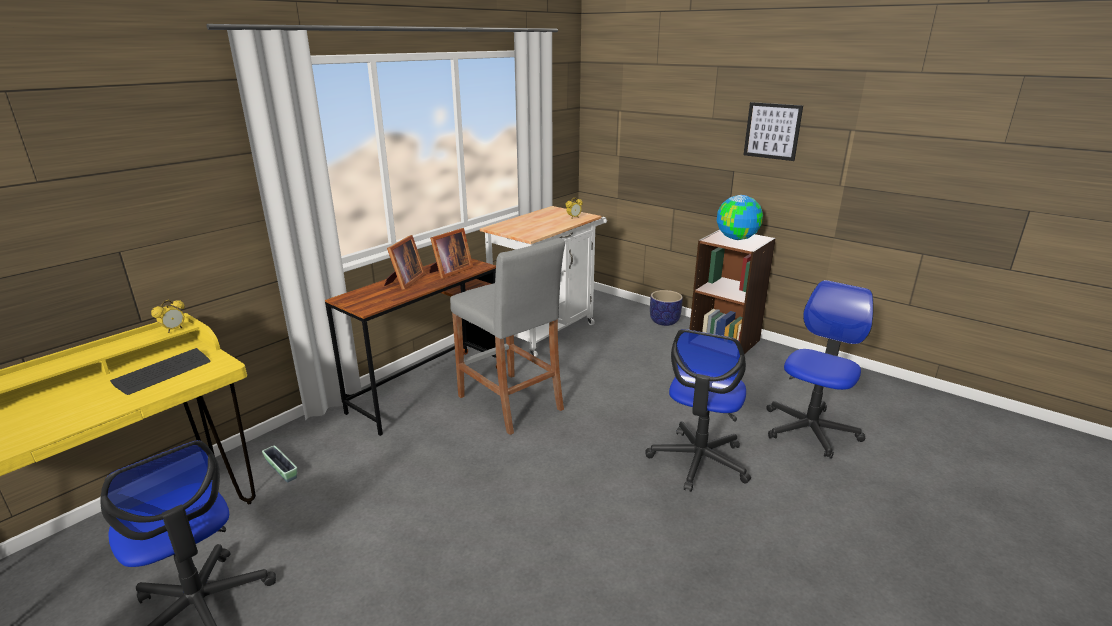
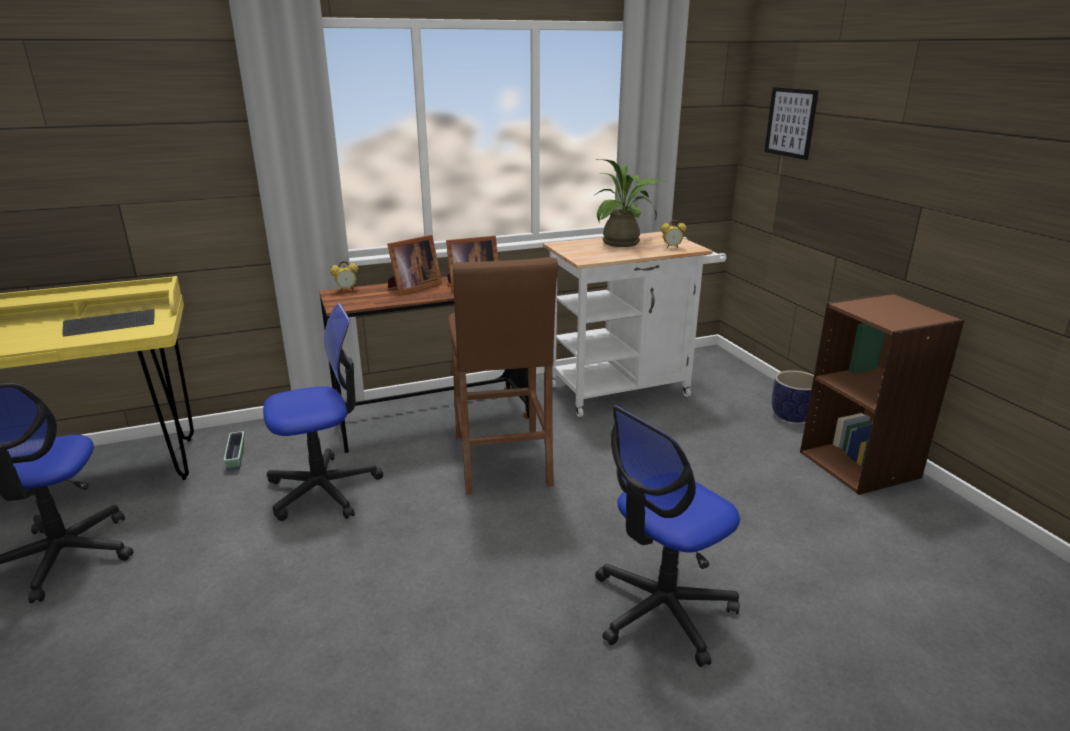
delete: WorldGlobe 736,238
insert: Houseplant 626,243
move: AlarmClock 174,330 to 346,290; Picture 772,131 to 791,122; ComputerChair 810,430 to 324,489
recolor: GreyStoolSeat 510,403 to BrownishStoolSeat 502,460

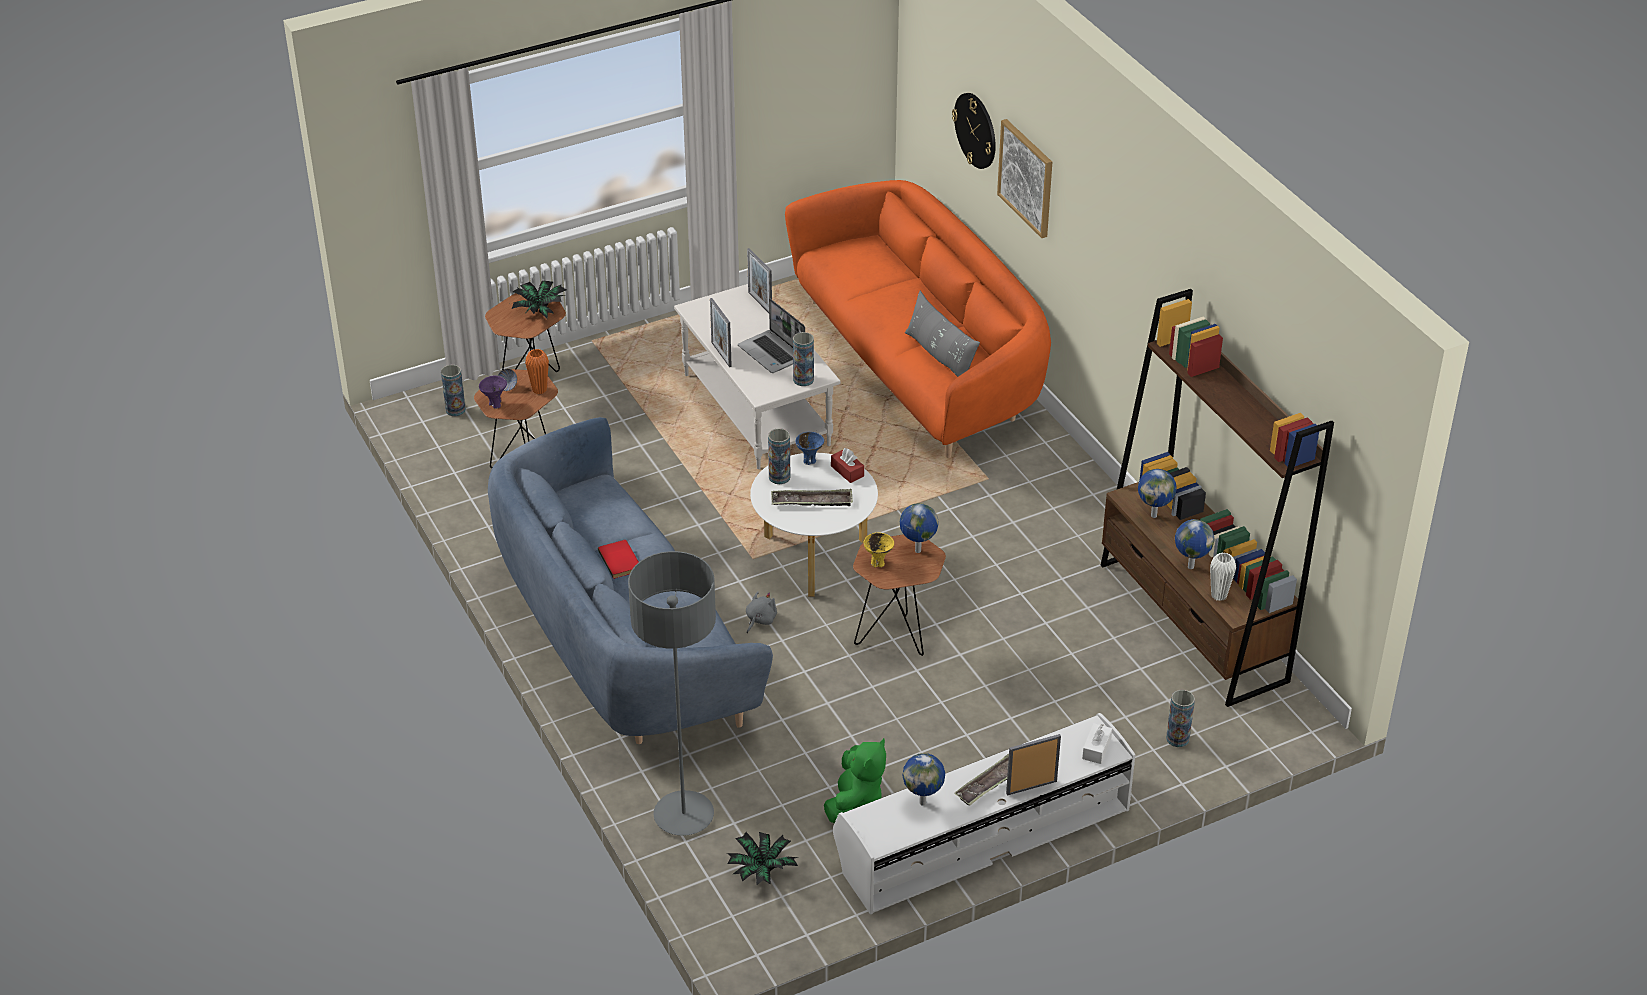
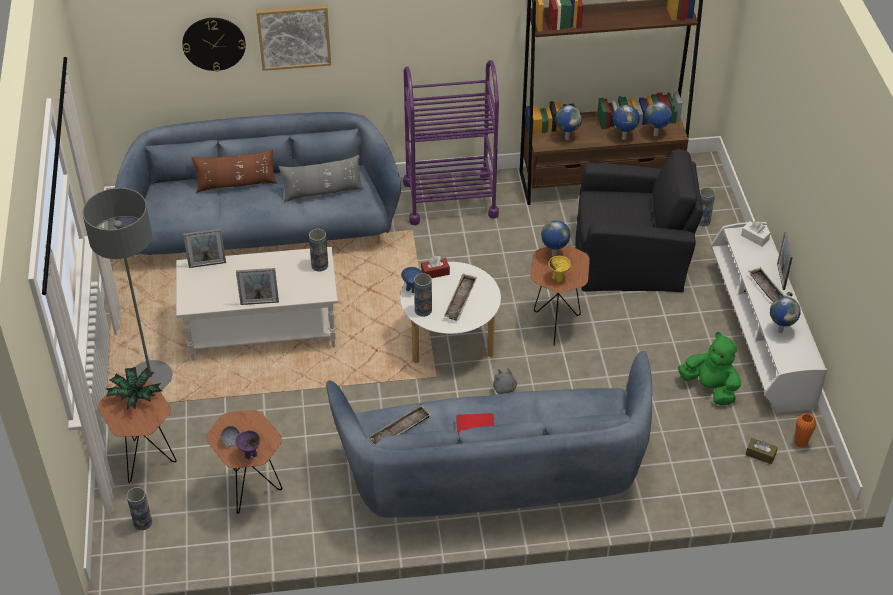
delete: NotebookComputer 772,353
insert: BrownishThrowPillow 236,184; CarryingTray 399,429; PurplishTrolley 450,199; BlackColouredArmchair 631,255
move: OrangeyFlowerVase 539,390 to 800,443; GreyStandardLamp 683,815 to 151,378
replace: Houseplant 761,870 to BrownishTissueHolder 760,454; WhiteFlowerVase 1219,595 to WorldGlobe 656,135
recolor: OrangeyCouch 919,364 to BlueCouch 263,228

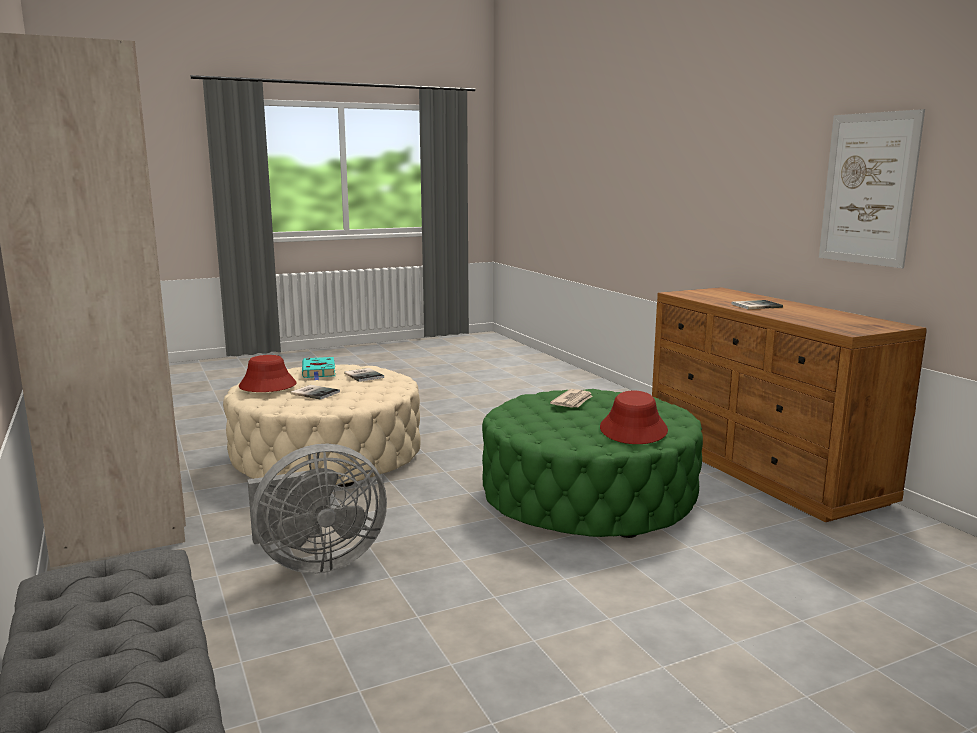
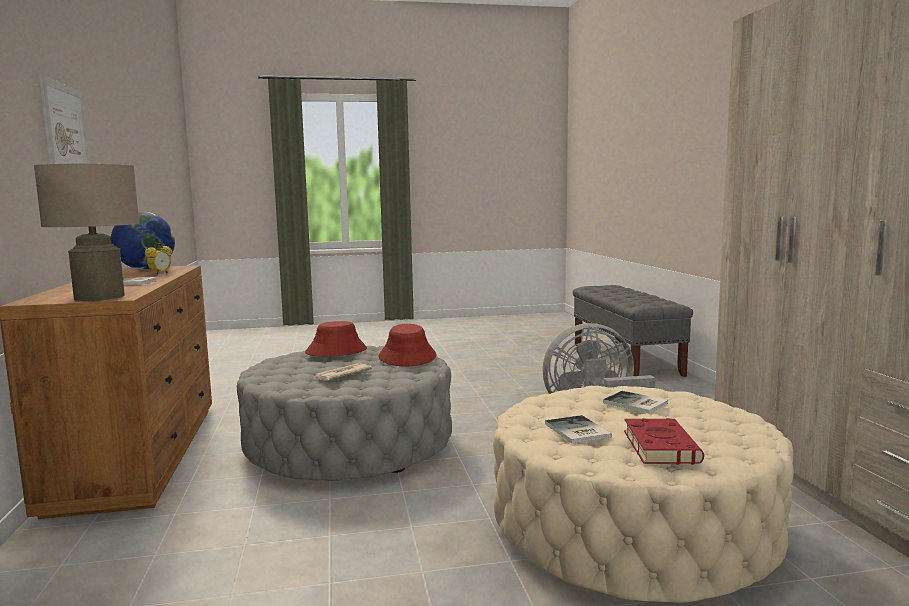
insert: SandColouredTableLamp 99,297; WorldGlobe 146,269; AlarmClock 160,273
move: ReddishClothingHat 267,386 to 407,357
recolor: BlueGreenBook 319,371 to ReddishBook 659,446; GreenOttoman 588,495 to GreyOttoman 349,444

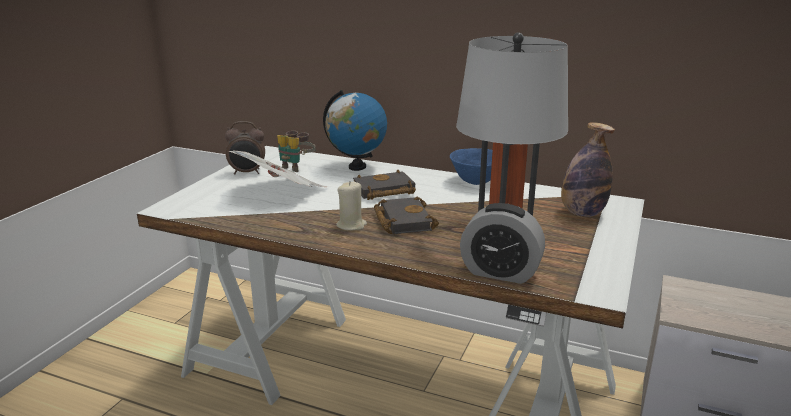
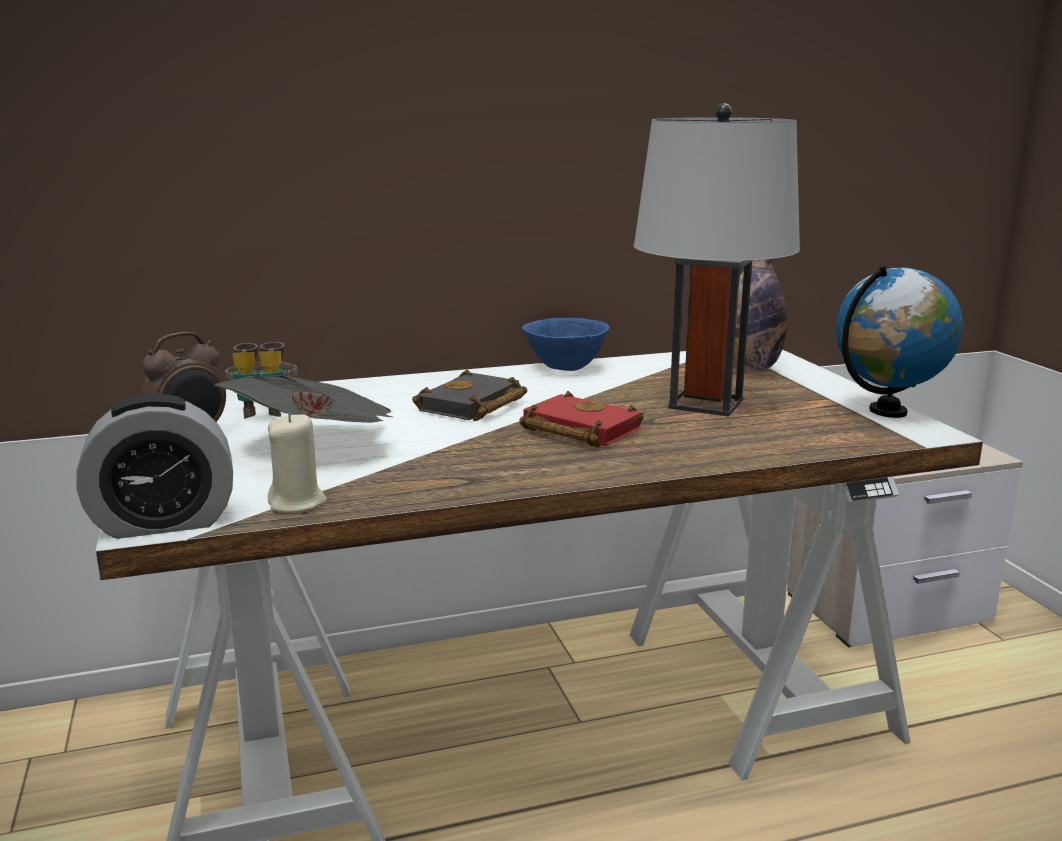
move: WorldGlobe 357,167 to 888,412; SandColouredCandle 351,225 to 297,503; AlarmClock 500,272 to 163,522
recolor: BlackColouredBook 402,220 to ReddishBook 576,430

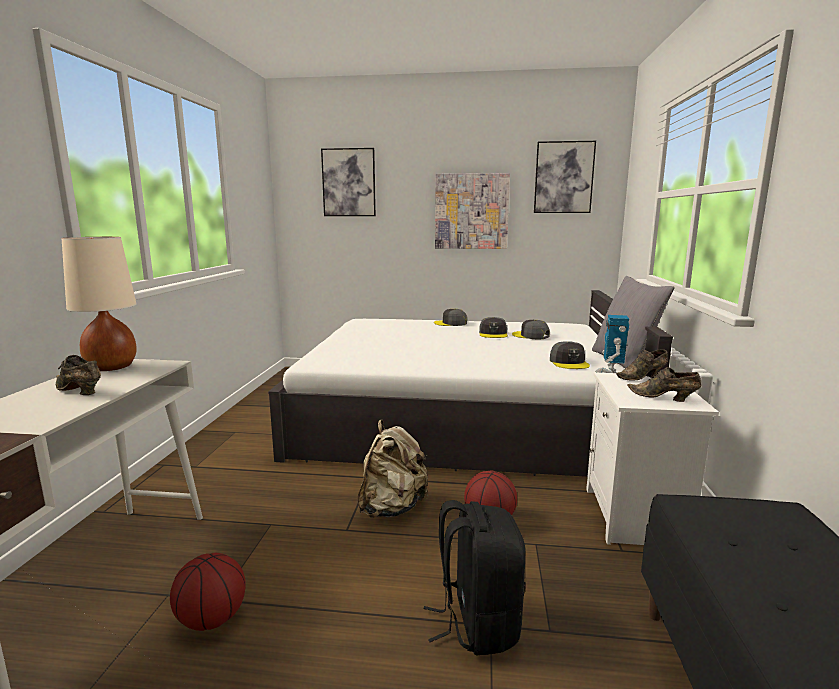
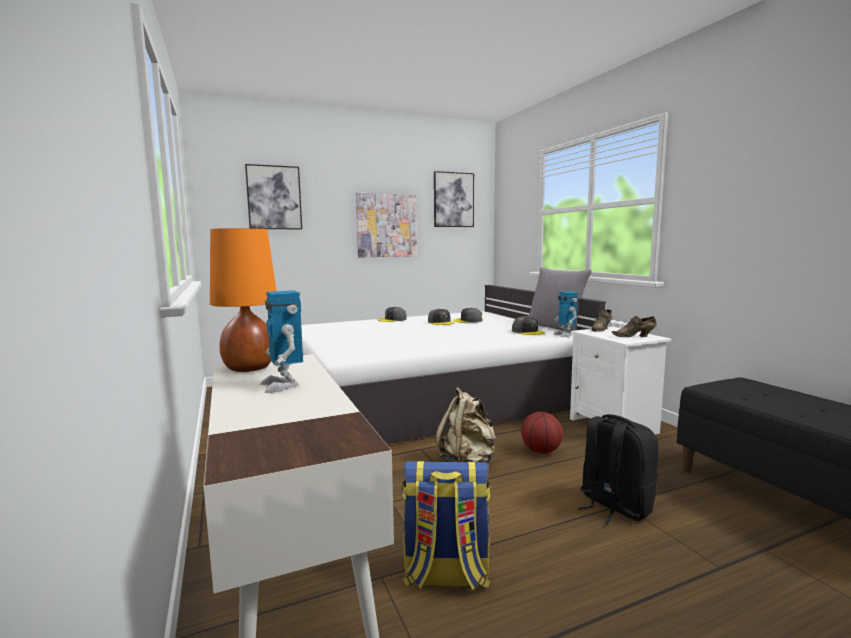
replace: BrownishItemOfFootwear 79,391 to ModelRobot 283,385; Basketball 211,619 to Knapsack 445,575
recolor: SandColouredTableLamp 111,367 to OrangeyTableLamp 248,368

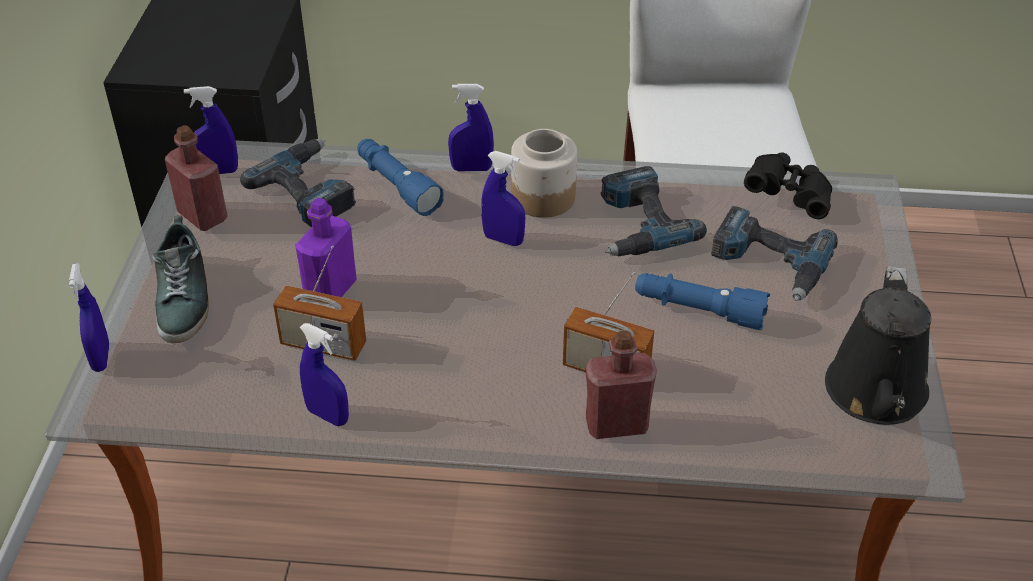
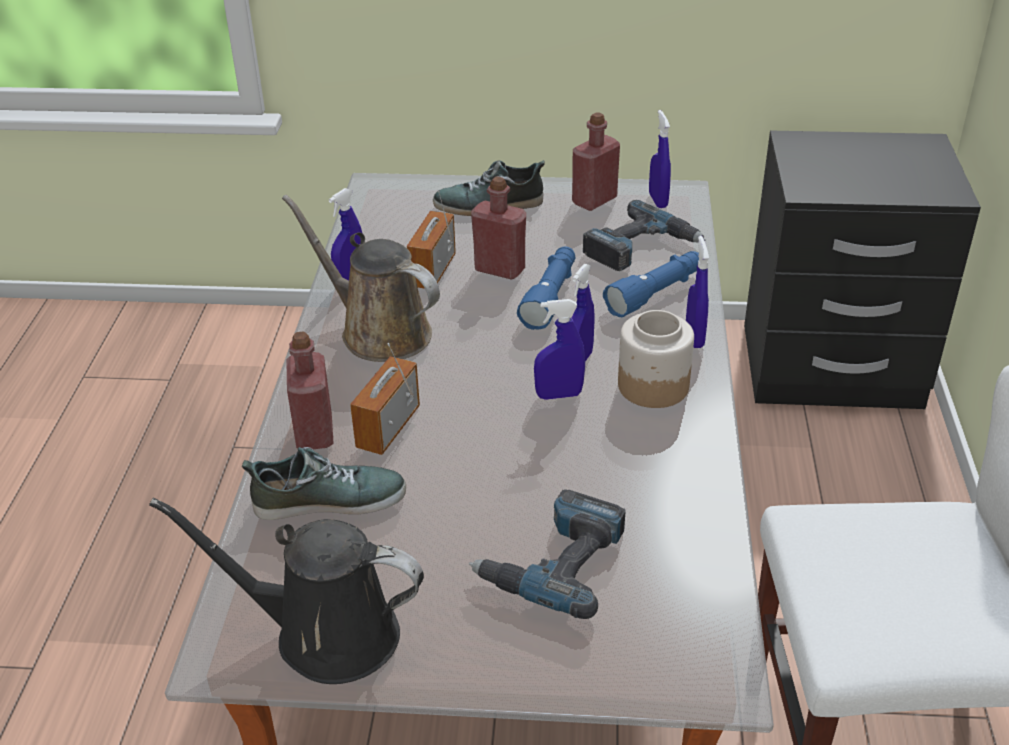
delete: ElectricDrill 637,224; BlackColouredFieldGlasses 789,196
insert: ItemOfFootwear 329,499; BrownishWateringCan 378,331
move: BlueHandSprayer 101,358 to 559,395; BlueTorch 698,310 to 550,297
recolor: PurplishDrinkBottle 330,291 to ReddishDrinkBottle 499,269

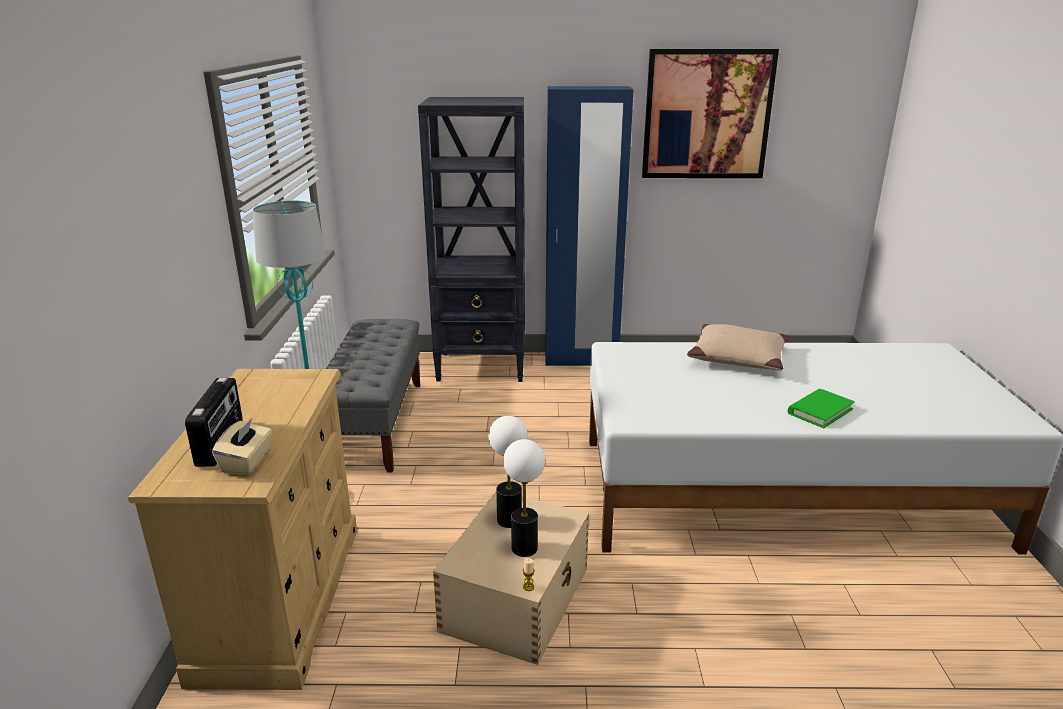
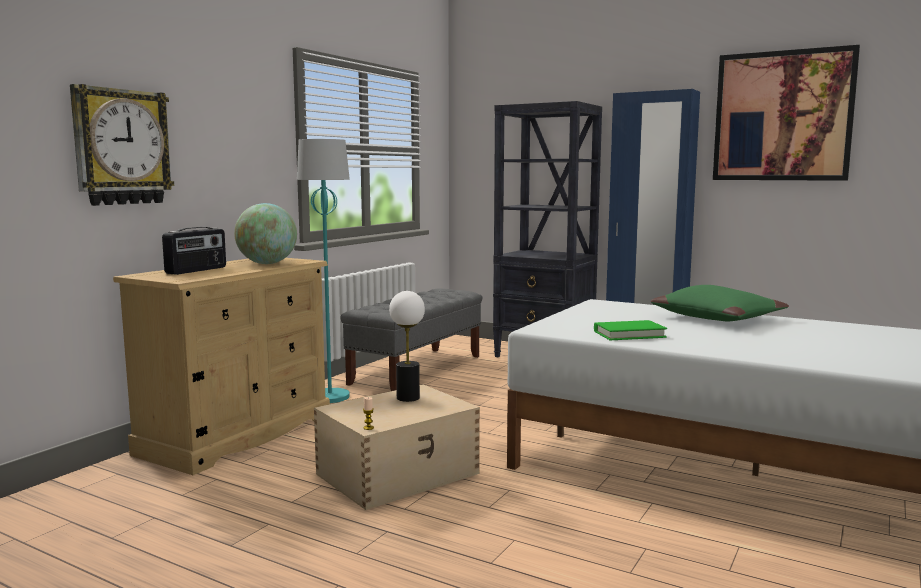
delete: SandColouredTissueHolder 247,462; TableLamp 524,548
insert: ClockOnTheWall 121,147; WorldGlobe 267,263
move: GreenBook 820,411 to 629,334
recolor: SandColouredThrowPillow 738,358 to GreenThrowPillow 718,318

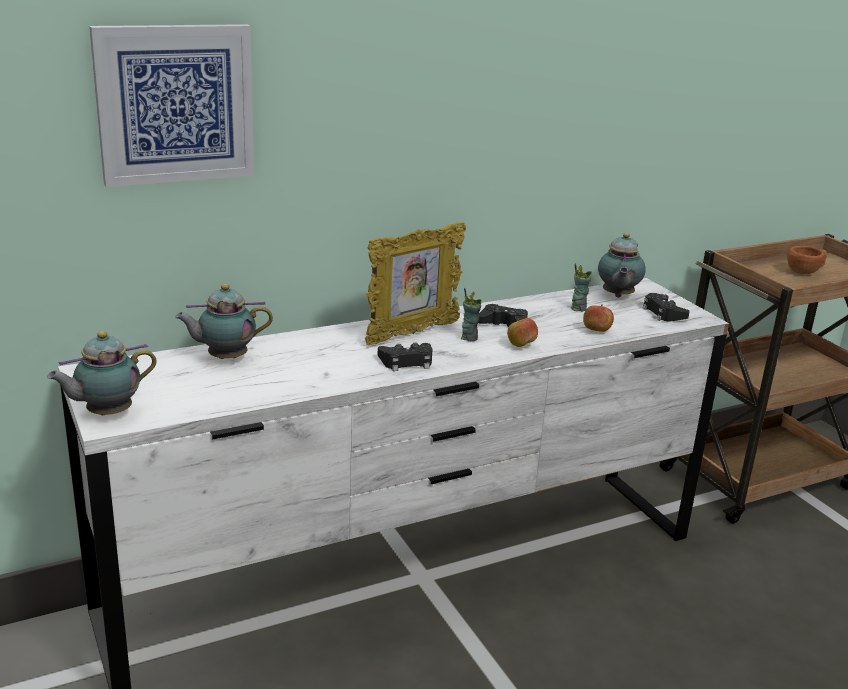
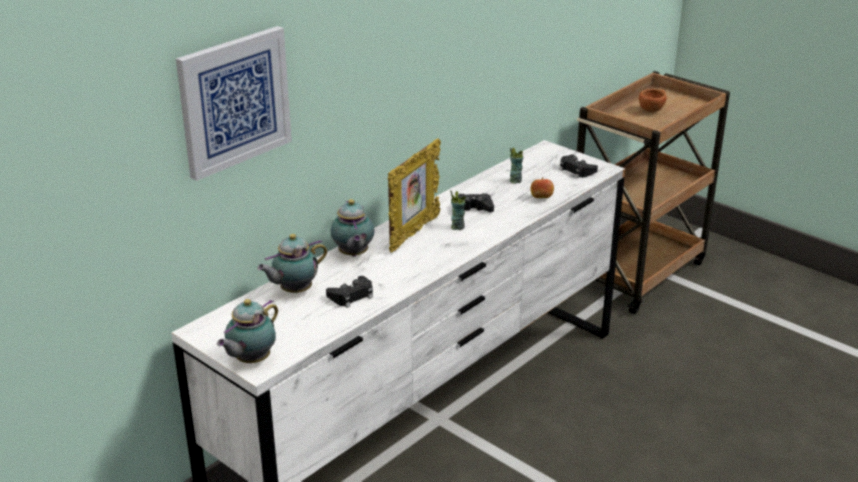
delete: AppleFruit 521,345
move: BlackColouredGamepad 407,362 to 352,296; PotForTea 617,296 to 353,255

